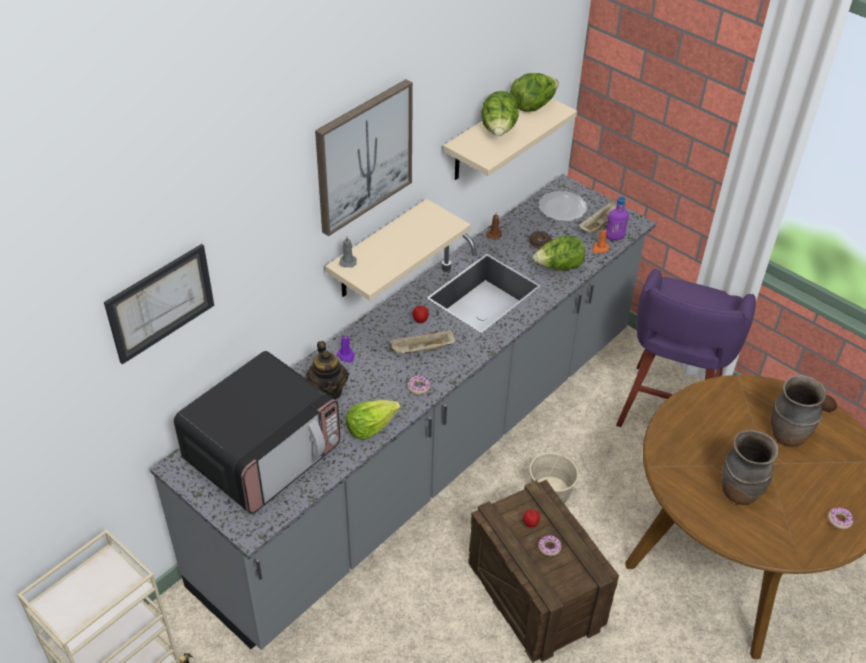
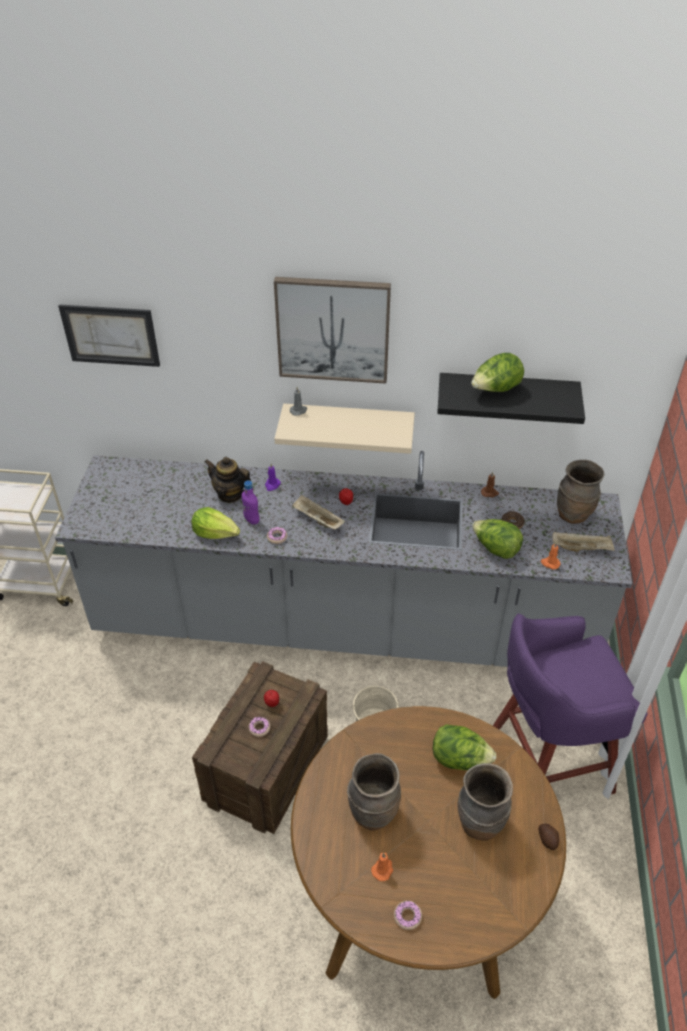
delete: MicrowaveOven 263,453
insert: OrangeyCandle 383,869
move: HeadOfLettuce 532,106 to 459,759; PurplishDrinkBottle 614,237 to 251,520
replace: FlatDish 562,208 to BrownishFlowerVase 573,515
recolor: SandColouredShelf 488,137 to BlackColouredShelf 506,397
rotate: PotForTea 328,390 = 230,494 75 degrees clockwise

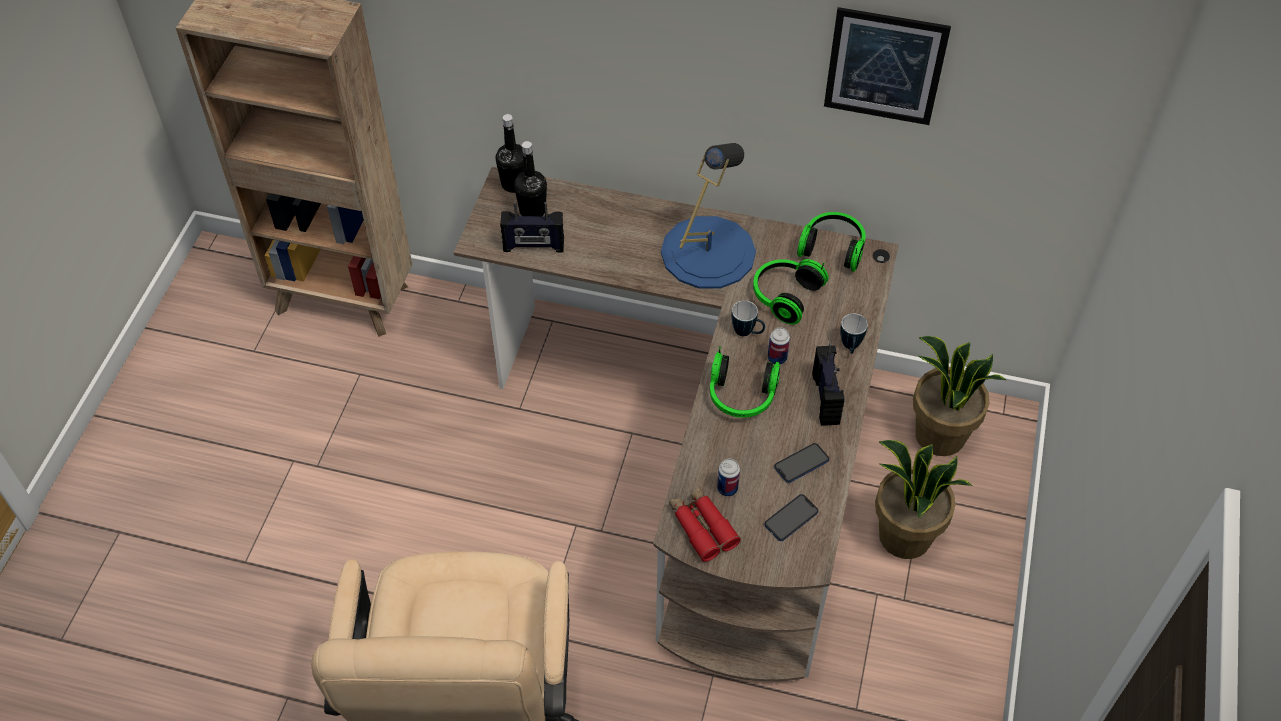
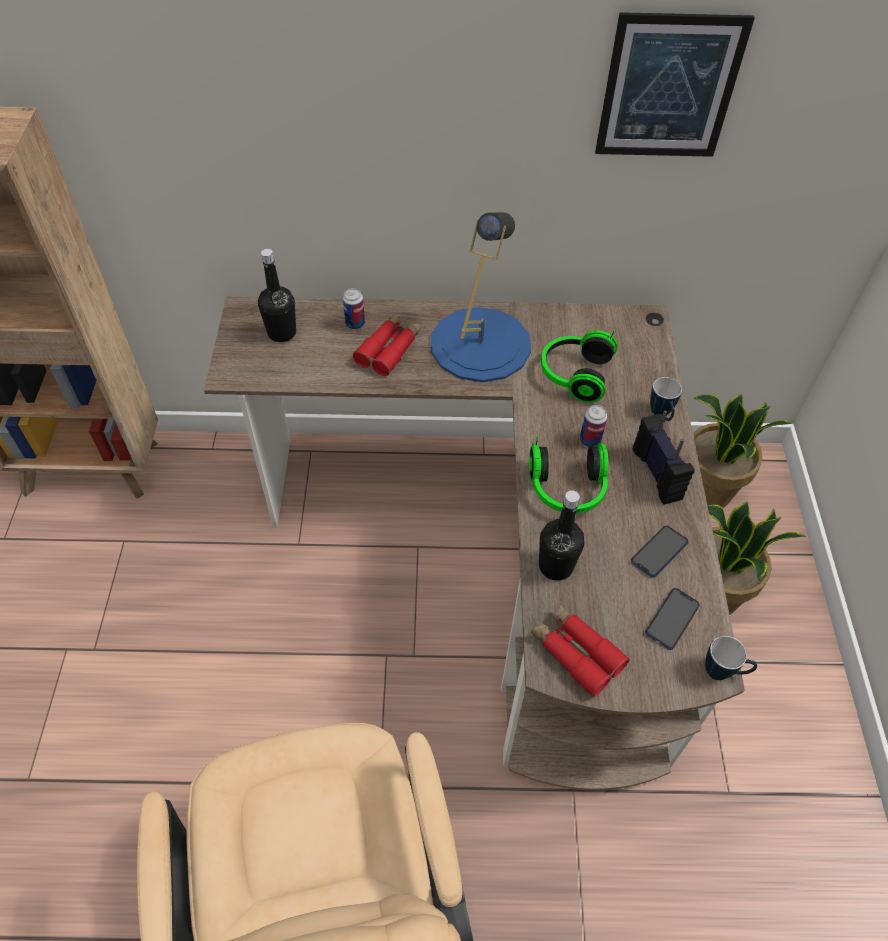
delete: RadioReceiver 533,246; Headset 833,248
insert: ReddishFieldGlasses 389,349
move: BlackColouredDrinkBottle 514,184 to 555,566; SealedCan 727,488 to 355,324; CoffeeMug 747,333 to 723,672

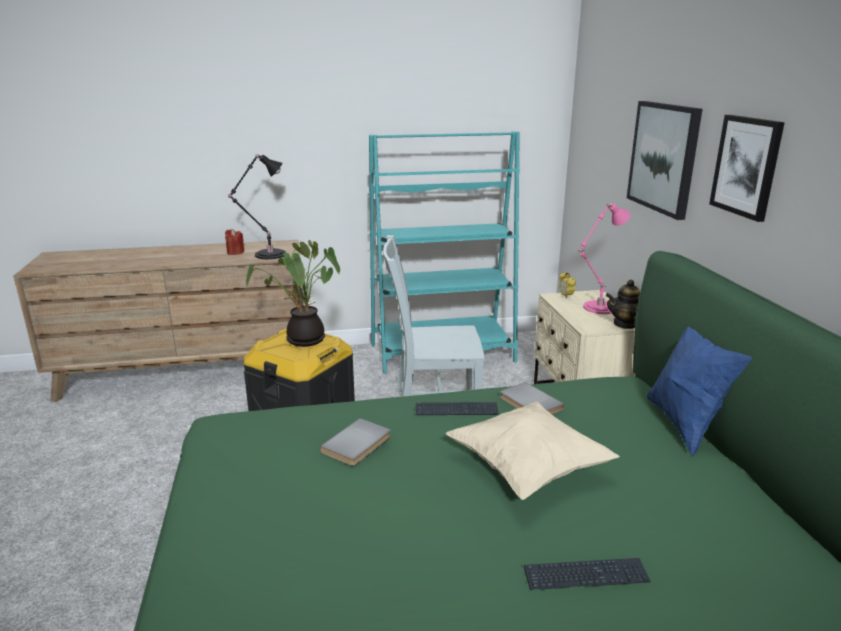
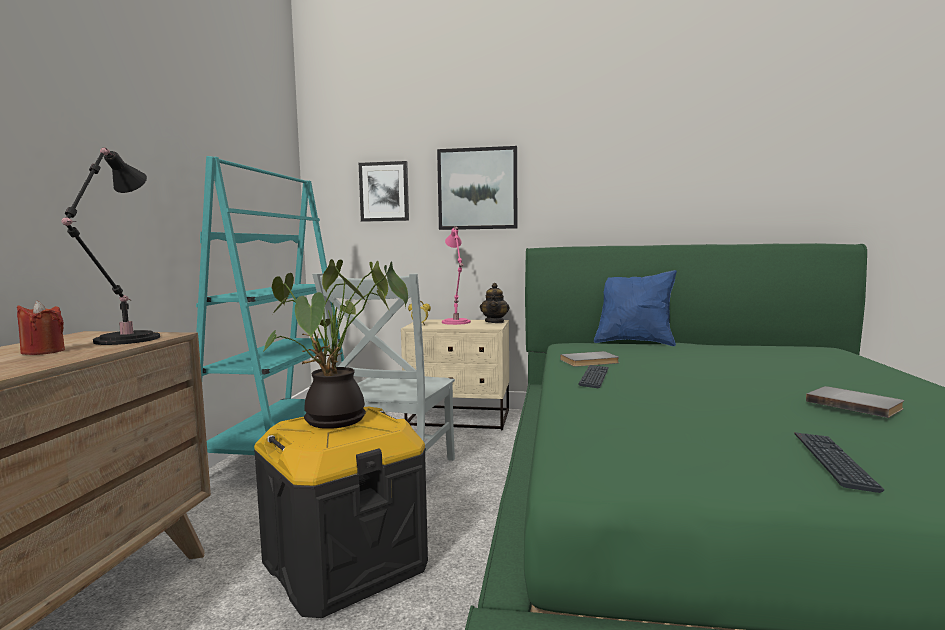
delete: SandColouredThrowPillow 528,469
move: GreyBook 358,445 to 854,404; ComputerKeyboard 586,576 to 833,461; Picture 746,166 to 384,191

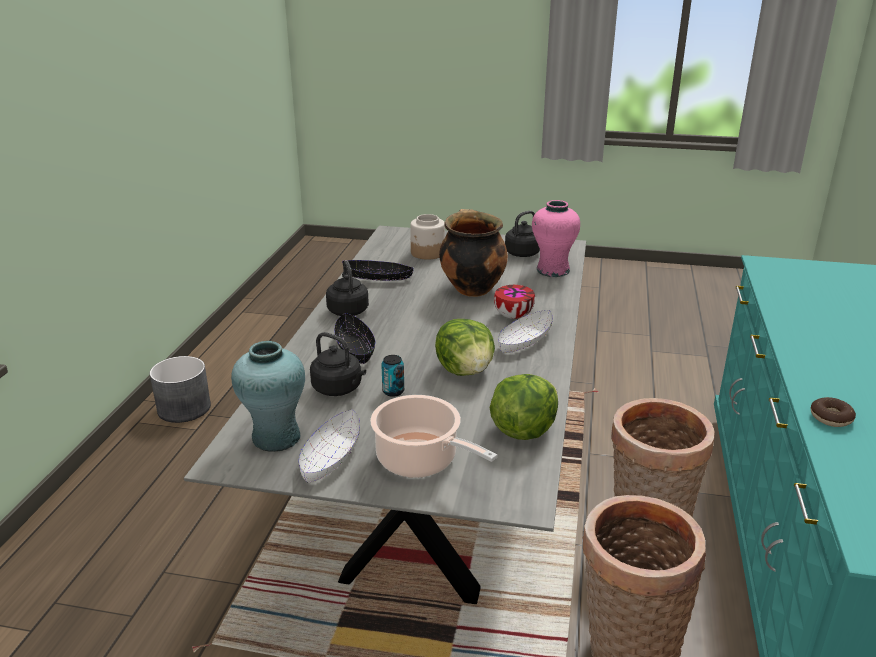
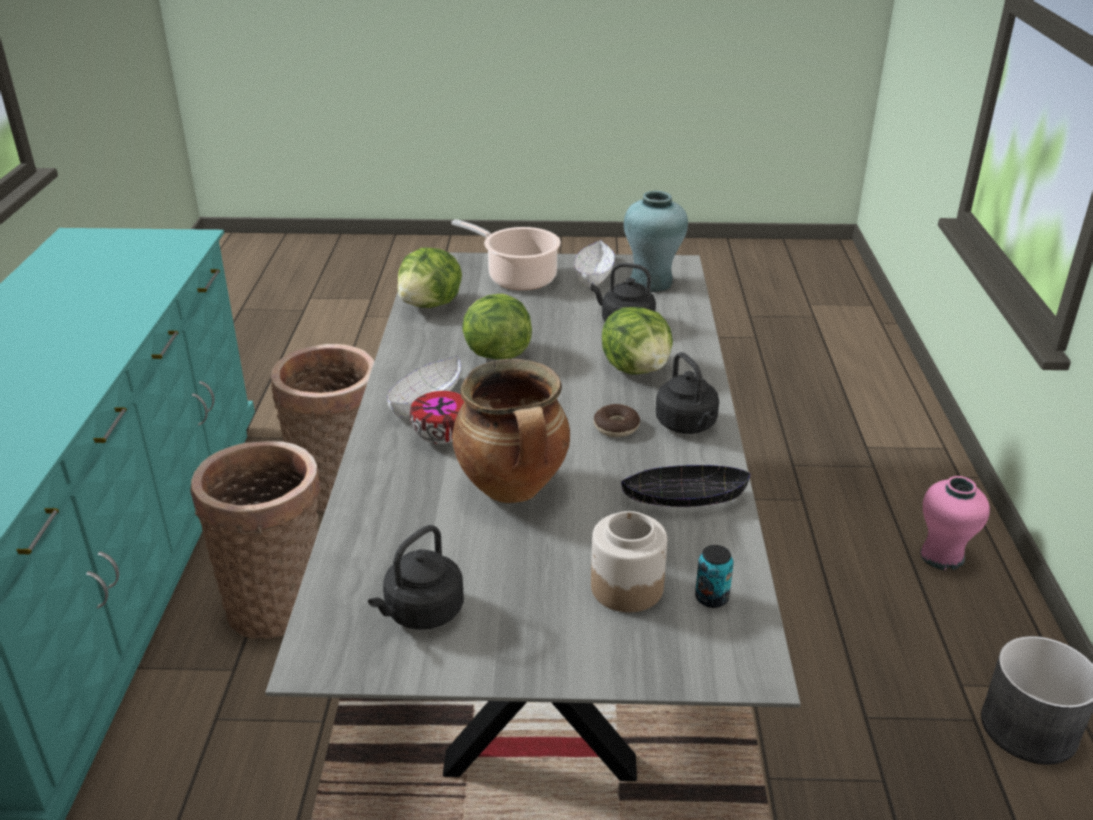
move: SealedCan 393,391 to 711,598; PinkColouredFlowerVase 552,270 to 942,556; Doughnut 831,418 to 616,427
replace: BlackColouredDeepDish 355,348 to HeadOfLettuce 637,368

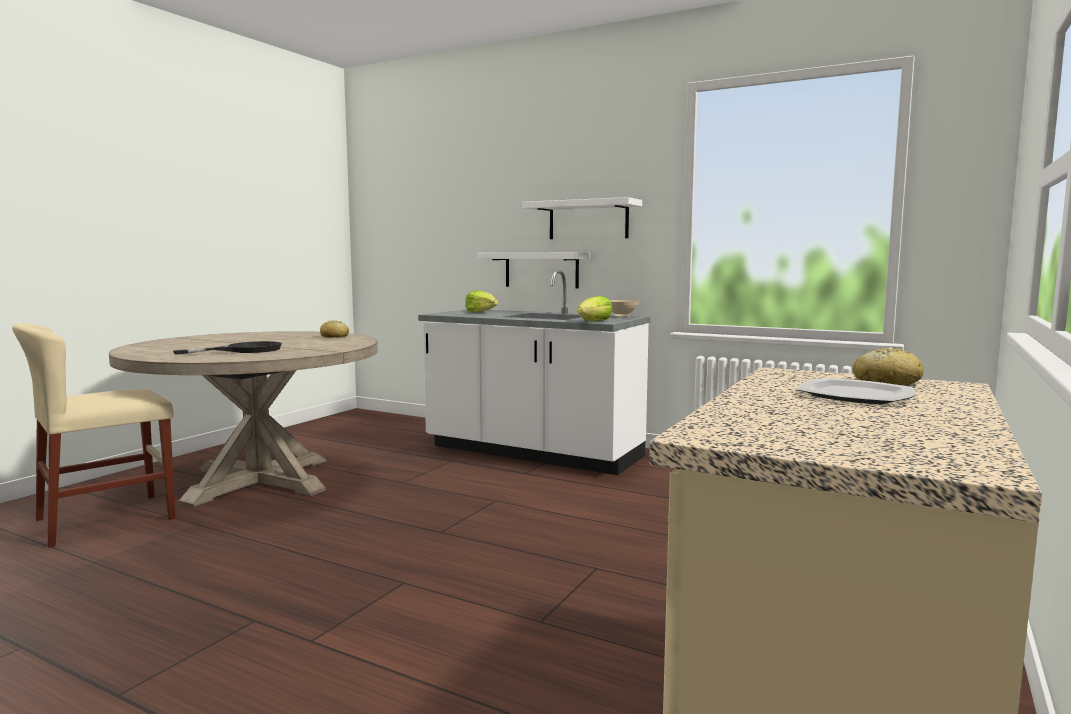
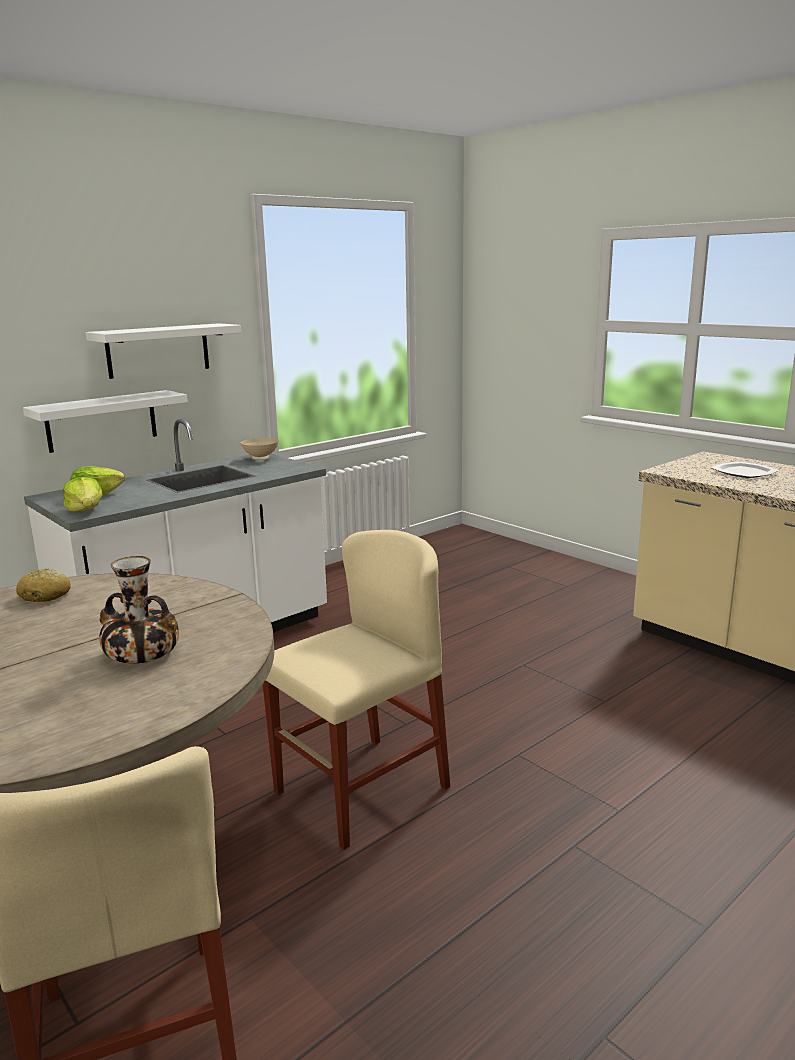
delete: BakedBread 886,382
insert: SandColouredUprightChair 361,789
move: HeadOfLettuce 594,321 to 86,510
replace: BlackColouredSkillet 244,350 to FlowerVase 141,654

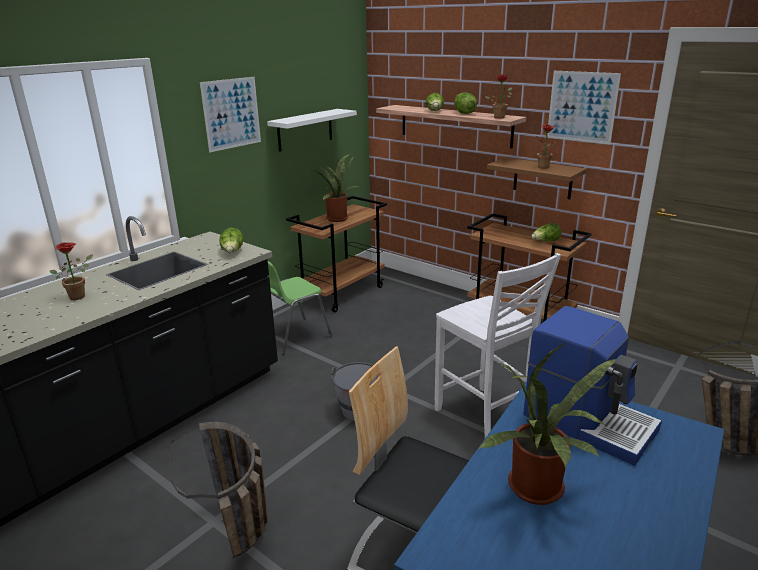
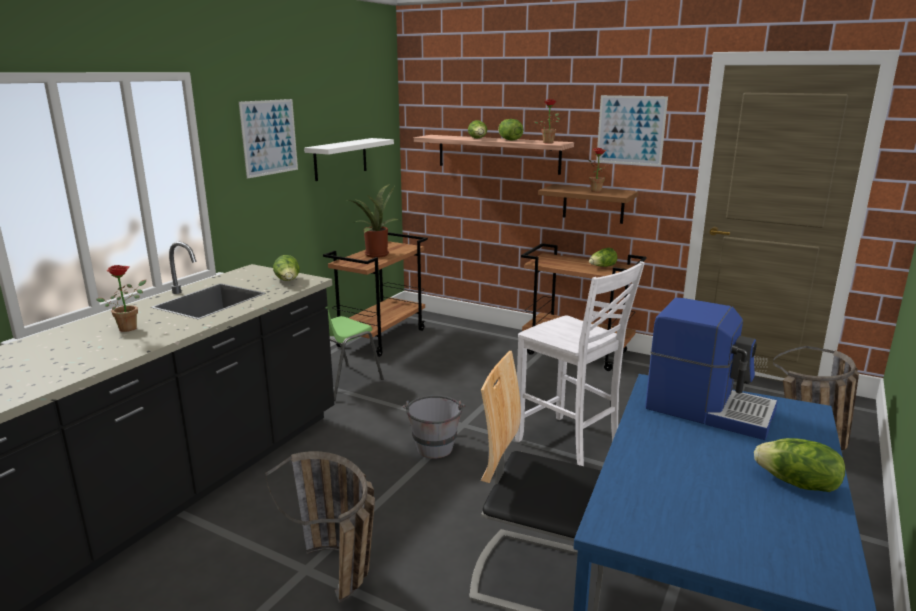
delete: Houseplant 539,491
insert: HeadOfLettuce 797,484

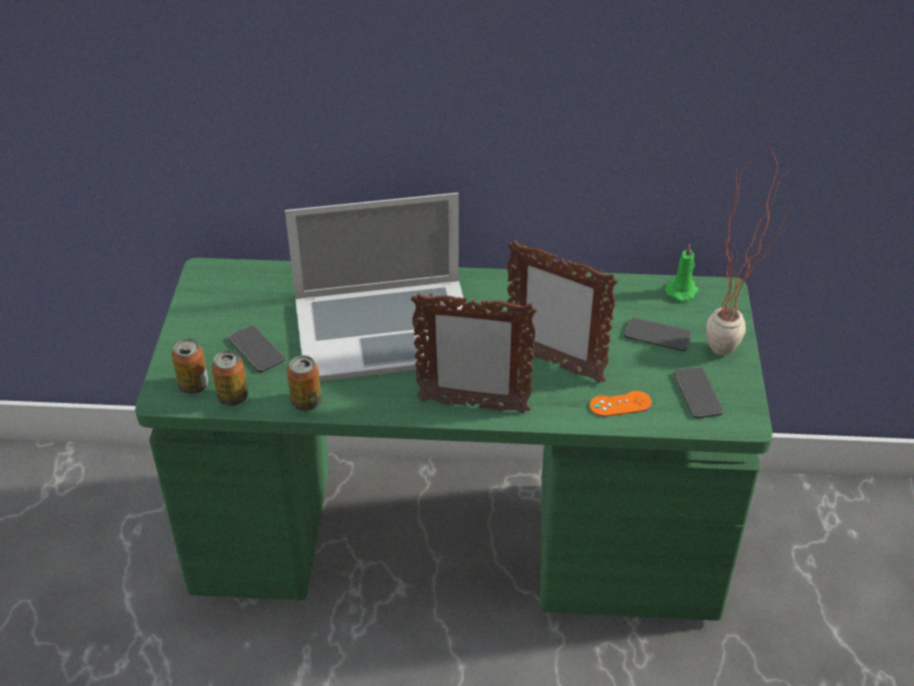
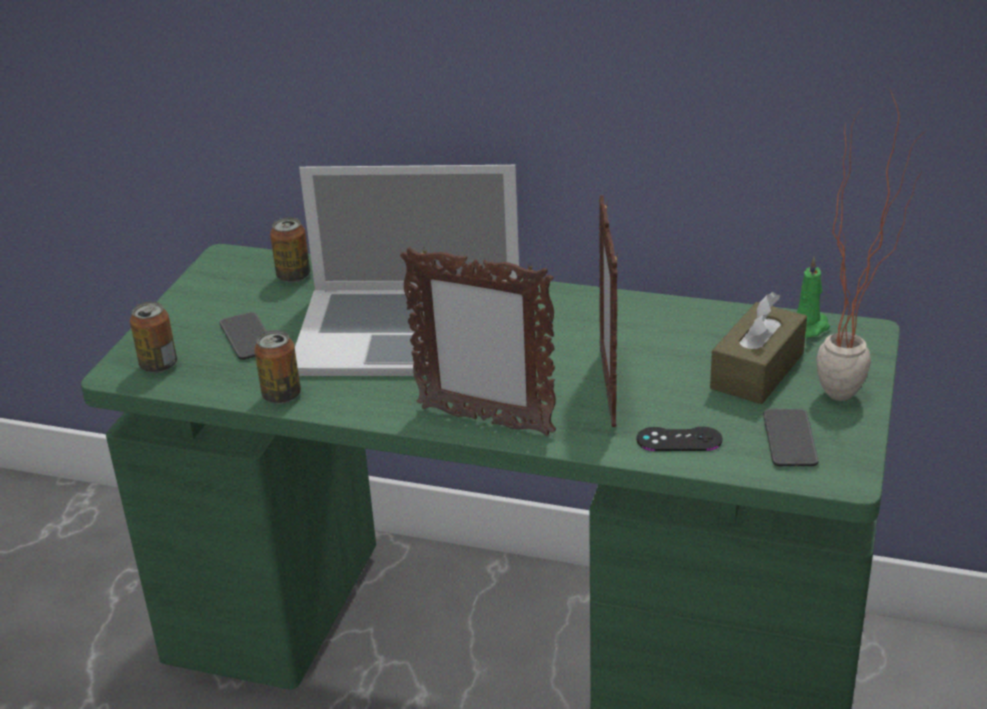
move: SealedCan 233,397 to 293,276
replace: Handset 657,335 to BrownishTissueHolder 757,371
recolor: OrangeyGamepad 620,404 to BlackColouredGamepad 679,440
rotate: PictureFrame 554,364 = 608,387 45 degrees clockwise

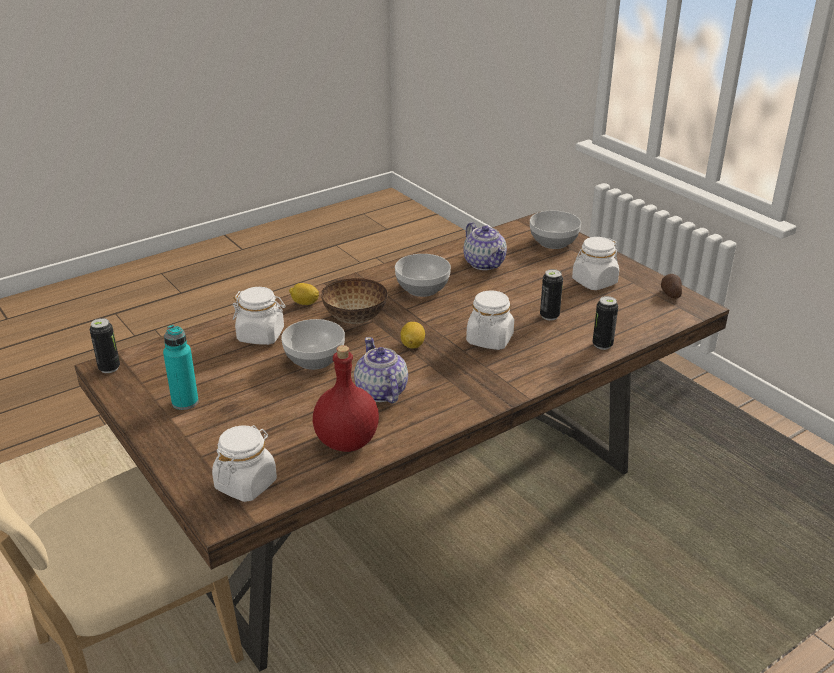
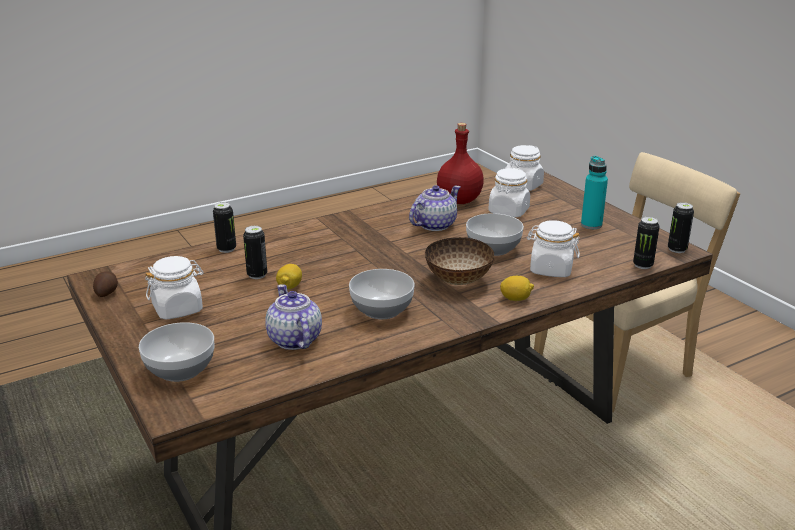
insert: SealedCan 643,265
move: WholeLemon 412,345 to 289,287; WhitePreserveJar 489,339 to 508,211
rotate: PotForTea 381,392 = 434,225 120 degrees counterclockwise

